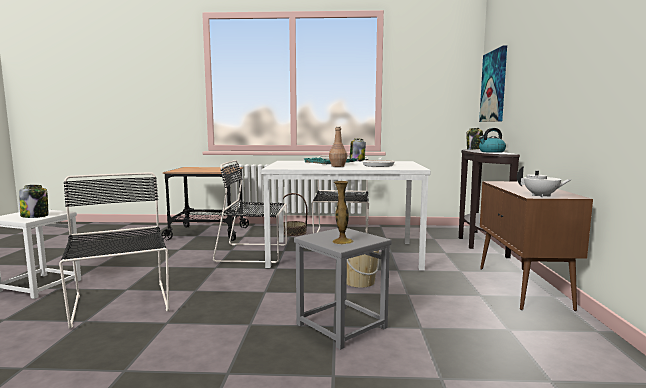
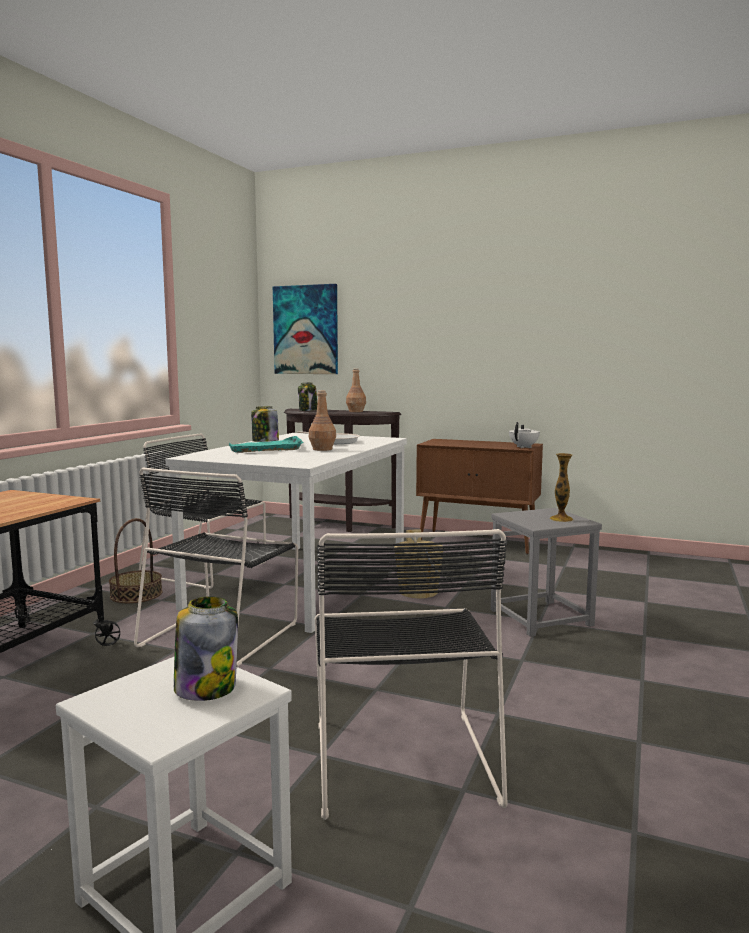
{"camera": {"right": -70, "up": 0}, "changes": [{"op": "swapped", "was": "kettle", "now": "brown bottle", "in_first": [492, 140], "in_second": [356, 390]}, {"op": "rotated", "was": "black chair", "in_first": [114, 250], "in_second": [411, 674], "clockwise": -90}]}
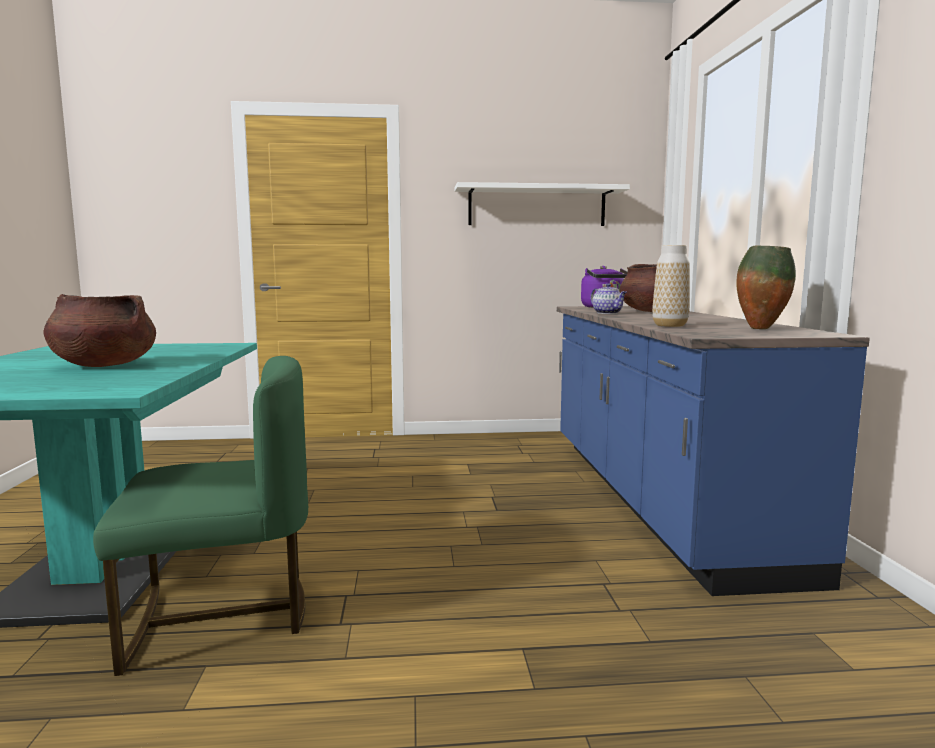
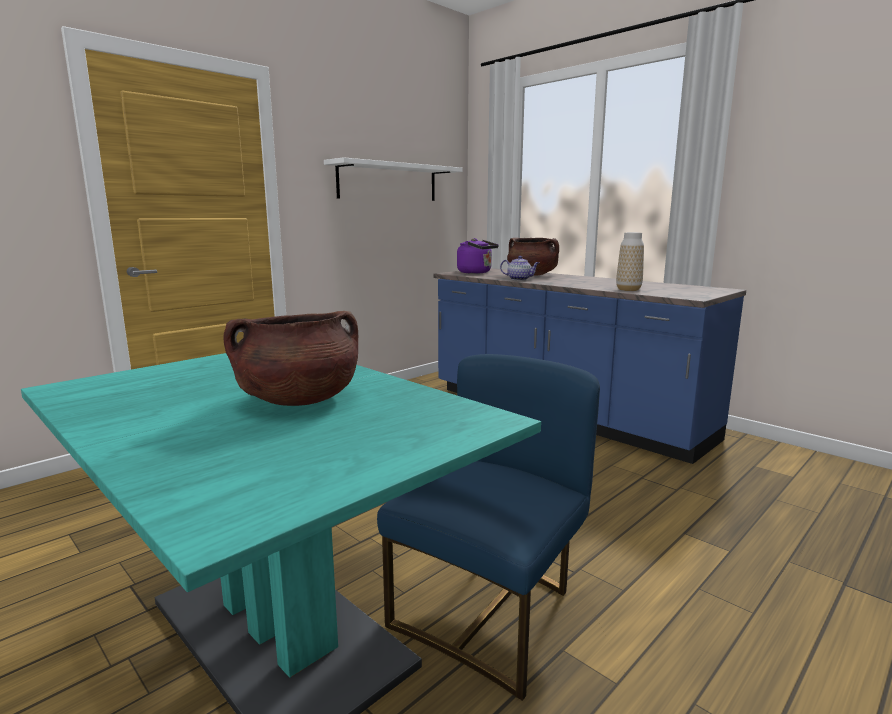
{"camera": {"right": -40, "up": 5}, "changes": [{"op": "gone", "was": "vase", "in_first": [766, 287]}, {"op": "repainted", "was": "green chair", "now": "blue chair", "in_first": [200, 516], "in_second": [488, 527]}]}
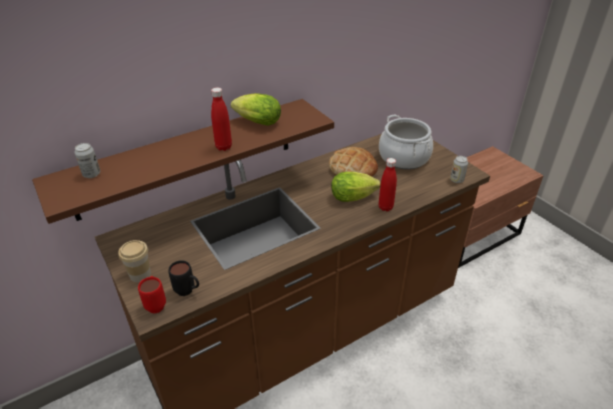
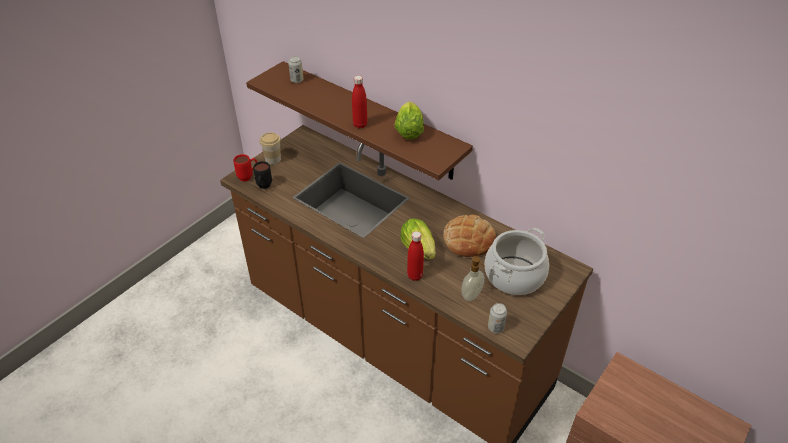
{"camera": {"right": 70, "up": 5}, "changes": [{"op": "new", "now": "soap dispenser", "in_second": [473, 278]}]}
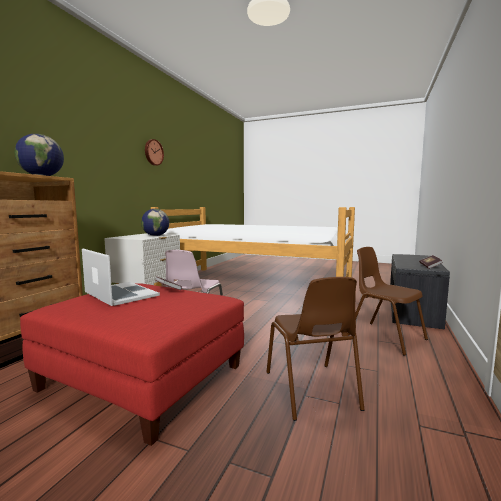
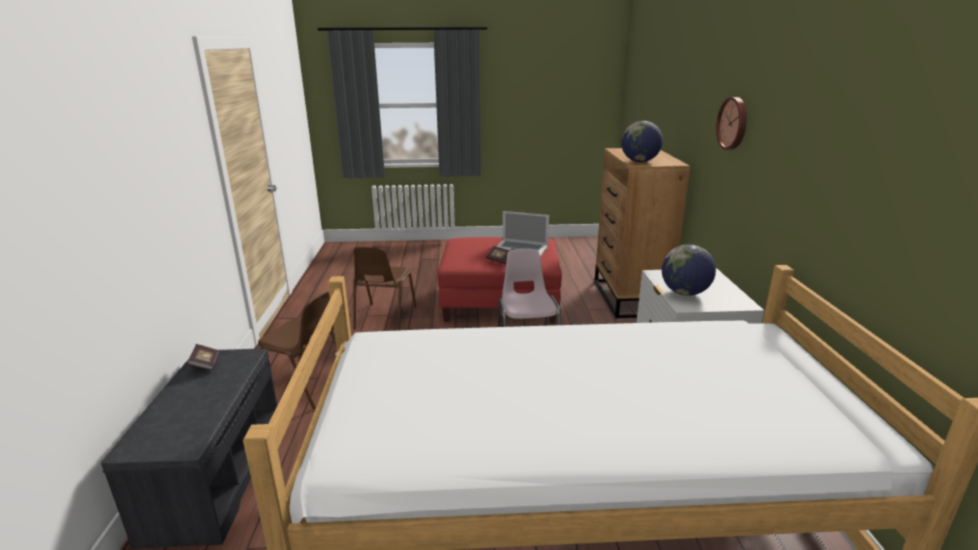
{"camera": {"right": 155, "up": 15}, "changes": [{"op": "shifted", "was": "wall clock", "in_first": [154, 152], "in_second": [731, 123]}, {"op": "rotated", "was": "brown chair", "in_first": [315, 349], "in_second": [385, 289], "clockwise": -135}]}
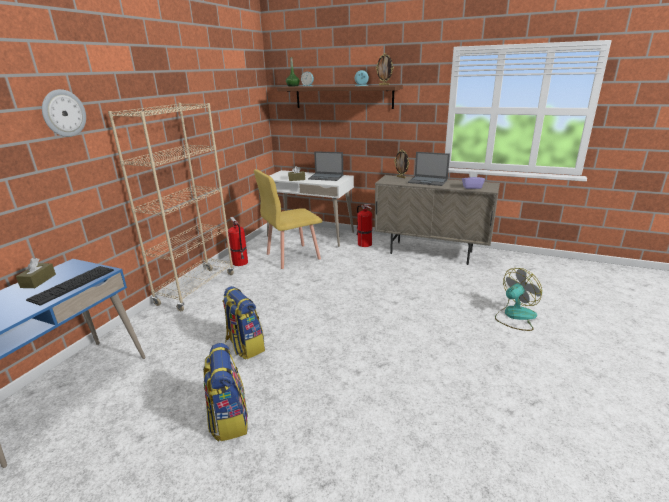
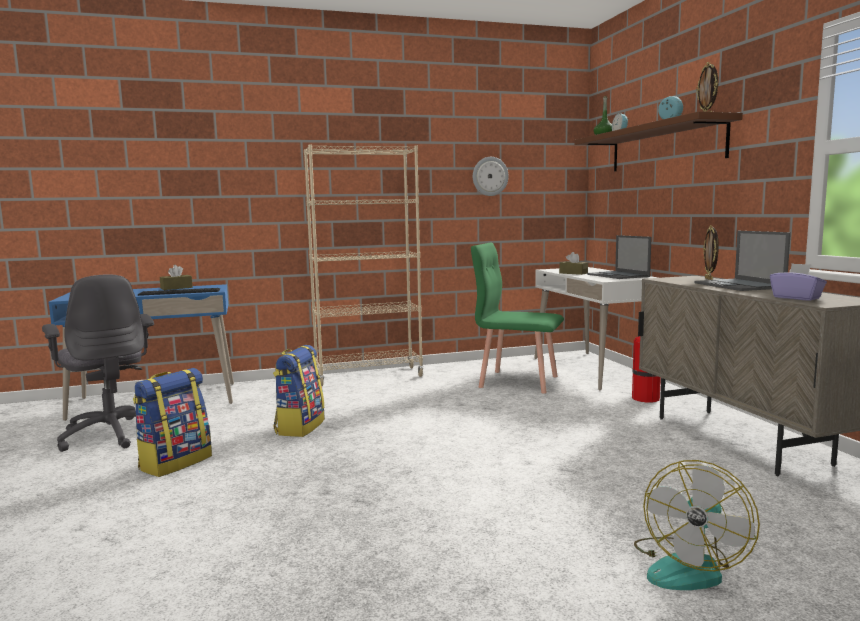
{"camera": {"right": 50, "up": -15}, "changes": [{"op": "shifted", "was": "wall clock", "in_first": [64, 113], "in_second": [491, 176]}, {"op": "repainted", "was": "yellow chair", "now": "green chair", "in_first": [288, 219], "in_second": [517, 318]}, {"op": "gone", "was": "fire extinguisher", "in_first": [238, 241]}, {"op": "rotated", "was": "fan", "in_first": [518, 299], "in_second": [697, 525], "clockwise": 105}, {"op": "new", "now": "grey office chair", "in_second": [98, 363]}]}
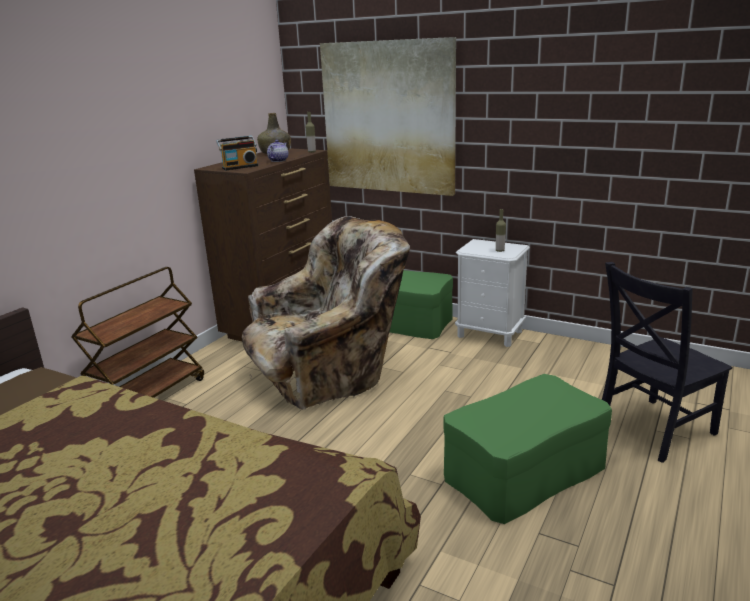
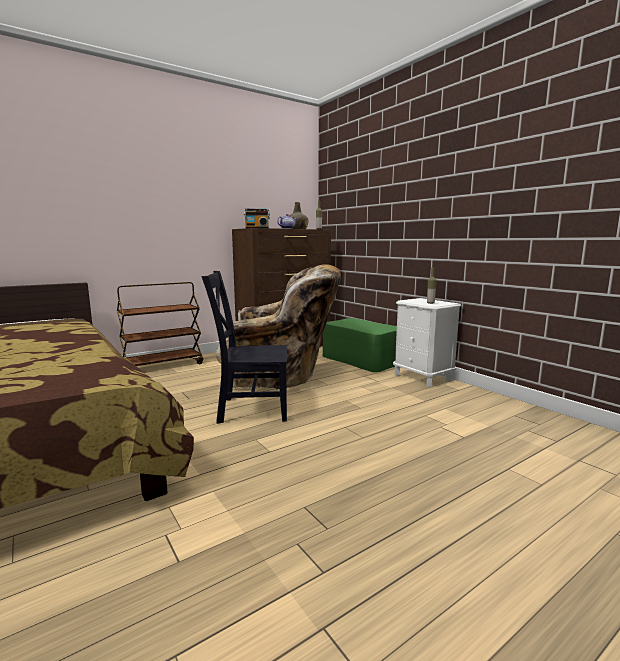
{"camera": {"right": 25, "up": -10}, "changes": [{"op": "gone", "was": "picture", "in_first": [388, 116]}, {"op": "shifted", "was": "black chair", "in_first": [667, 362], "in_second": [244, 347]}, {"op": "gone", "was": "green ottoman", "in_first": [527, 449]}]}
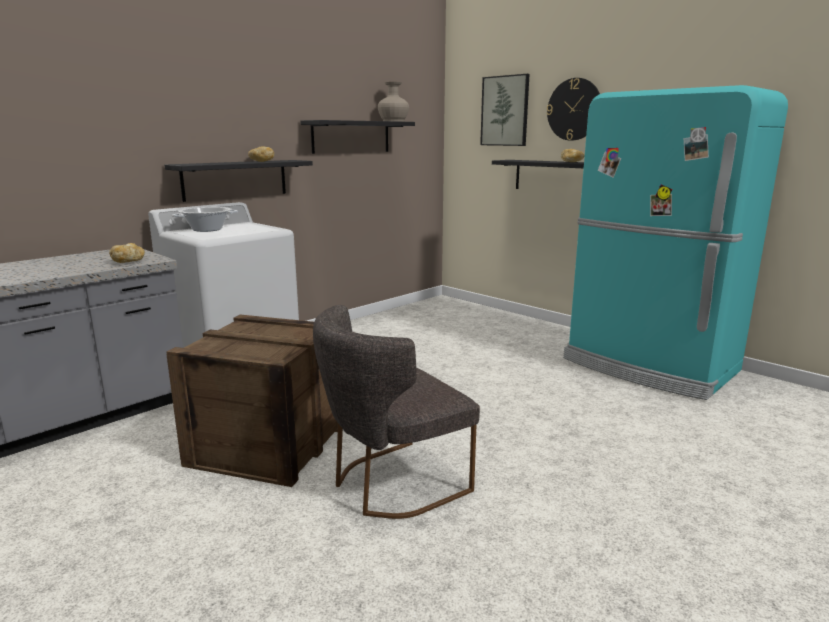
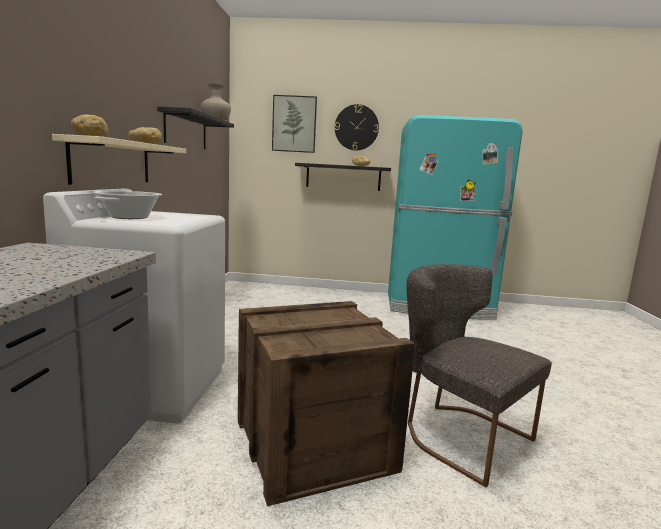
{"camera": {"right": -40, "up": -5}, "changes": [{"op": "repainted", "was": "black shelf", "now": "beige shelf", "in_first": [238, 181], "in_second": [119, 159]}, {"op": "shifted", "was": "bread", "in_first": [127, 253], "in_second": [90, 125]}, {"op": "rotated", "was": "grey chair", "in_first": [396, 412], "in_second": [479, 375], "clockwise": 120}]}
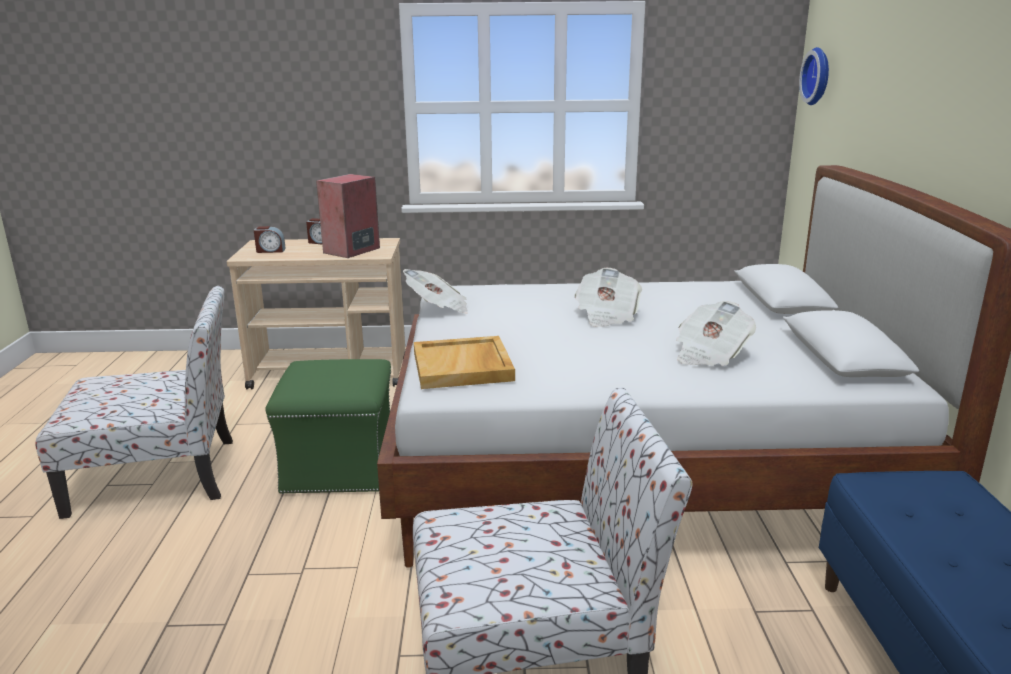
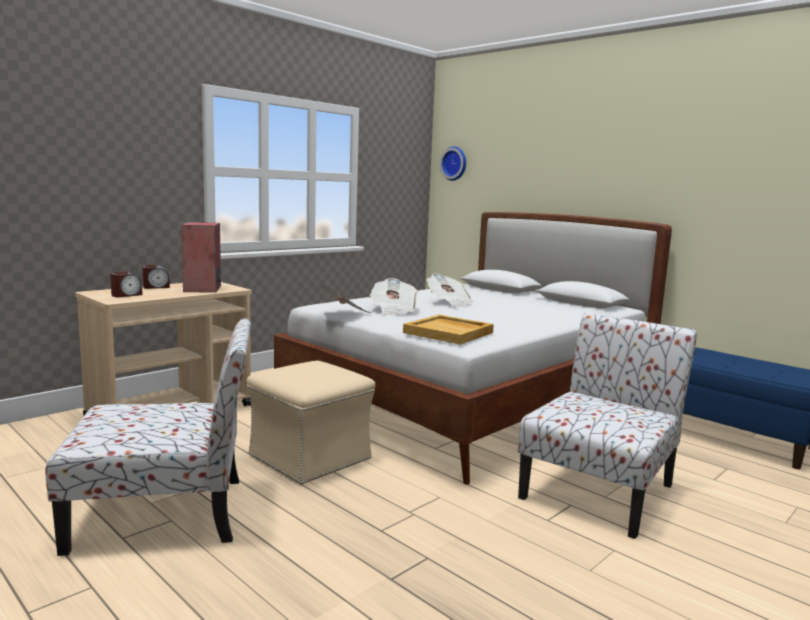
{"camera": {"right": -45, "up": -10}, "changes": [{"op": "rotated", "was": "chair", "in_first": [134, 402], "in_second": [148, 437], "clockwise": 45}, {"op": "shifted", "was": "newspaper", "in_first": [716, 333], "in_second": [394, 297]}, {"op": "repainted", "was": "green ottoman", "now": "beige ottoman", "in_first": [328, 426], "in_second": [310, 423]}]}
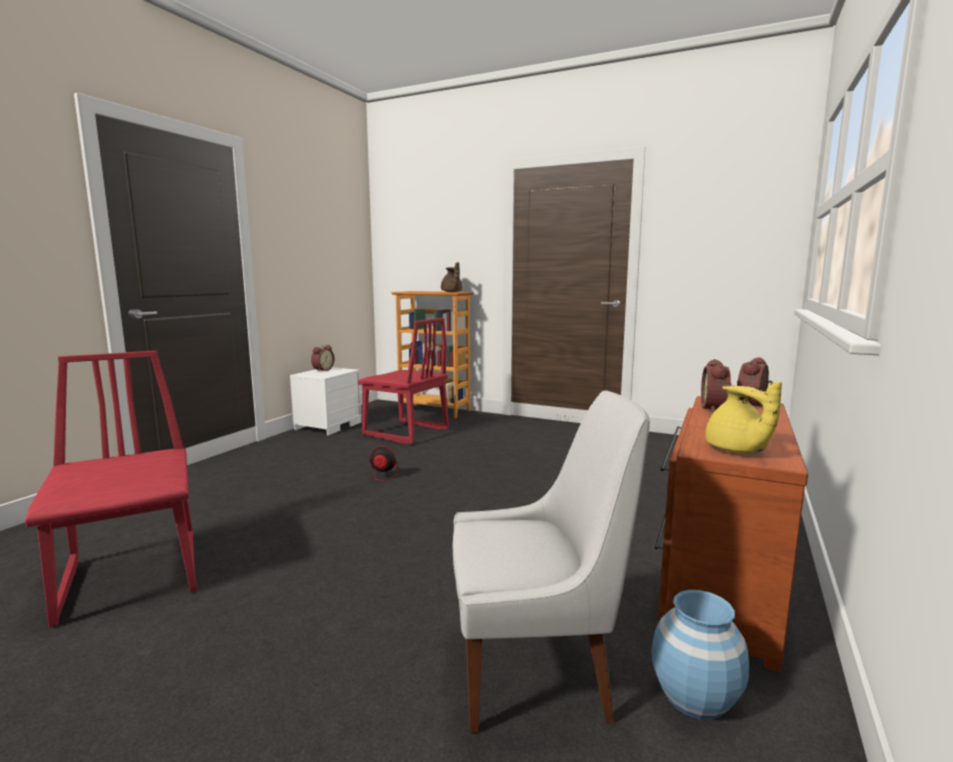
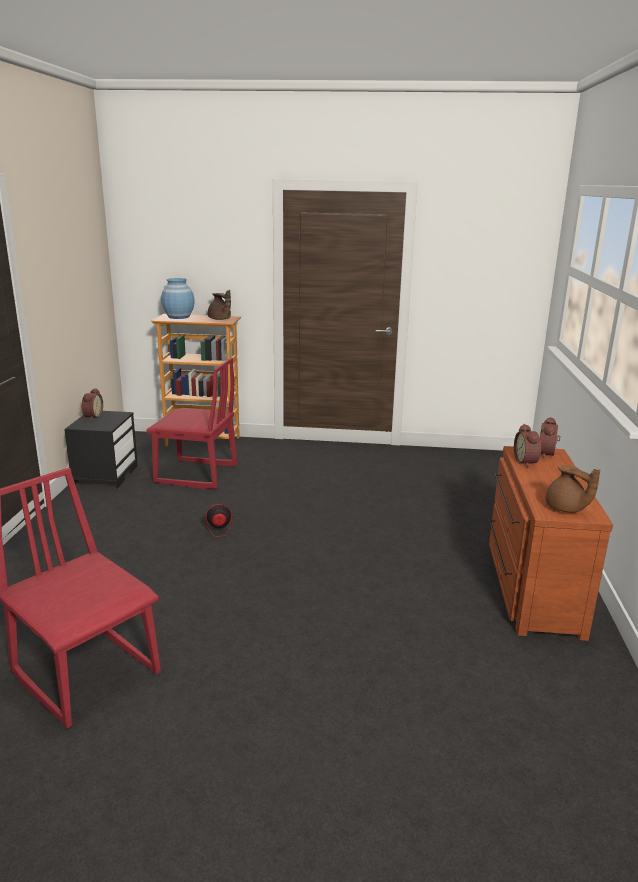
{"camera": {"right": -20, "up": 10}, "changes": [{"op": "repainted", "was": "white nightstand", "now": "black nightstand", "in_first": [326, 401], "in_second": [101, 450]}, {"op": "repainted", "was": "yellow teapot", "now": "brown teapot", "in_first": [743, 417], "in_second": [572, 488]}, {"op": "gone", "was": "white chair", "in_first": [551, 561]}, {"op": "shifted", "was": "blue vase", "in_first": [700, 655], "in_second": [178, 298]}]}
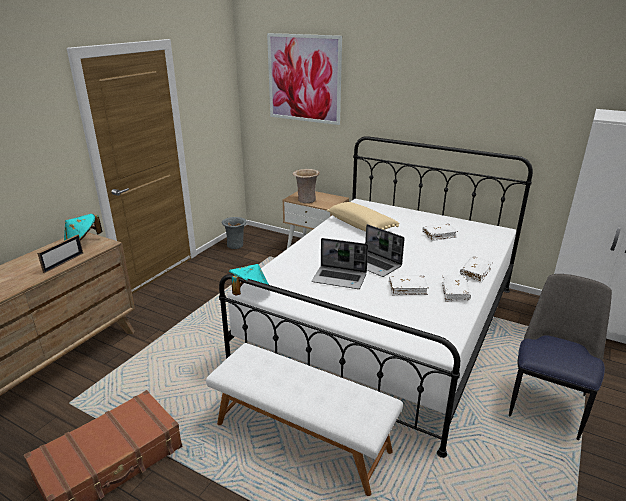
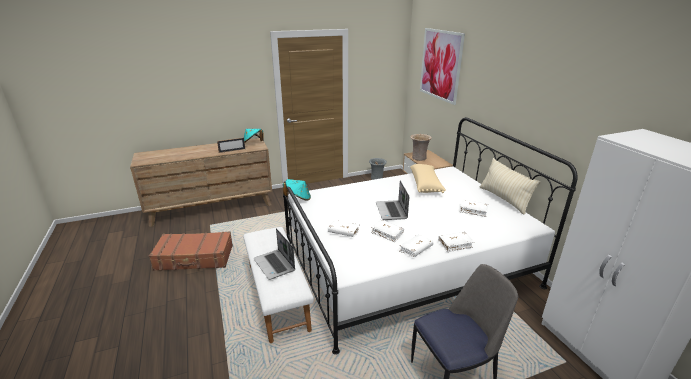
{"camera": {"right": 40, "up": 0}, "changes": [{"op": "shifted", "was": "laptop", "in_first": [340, 263], "in_second": [274, 254]}, {"op": "new", "now": "beige pillow", "in_second": [510, 186]}, {"op": "new", "now": "white book", "in_second": [344, 228]}]}
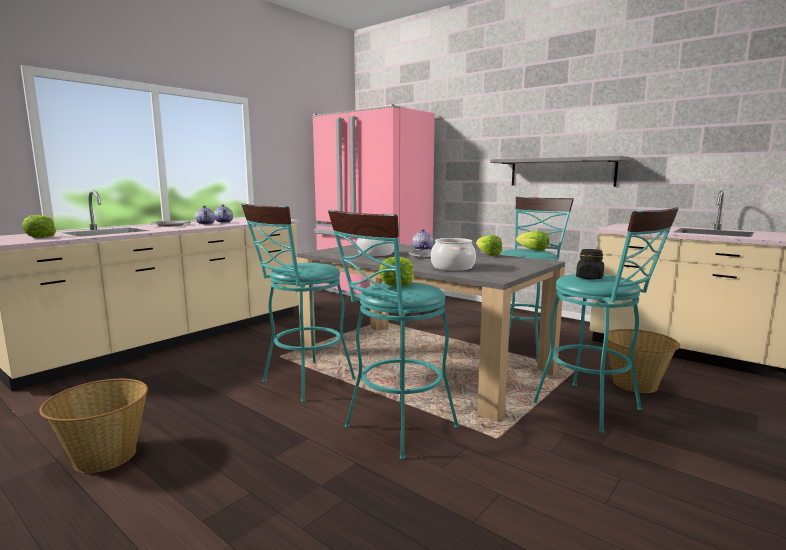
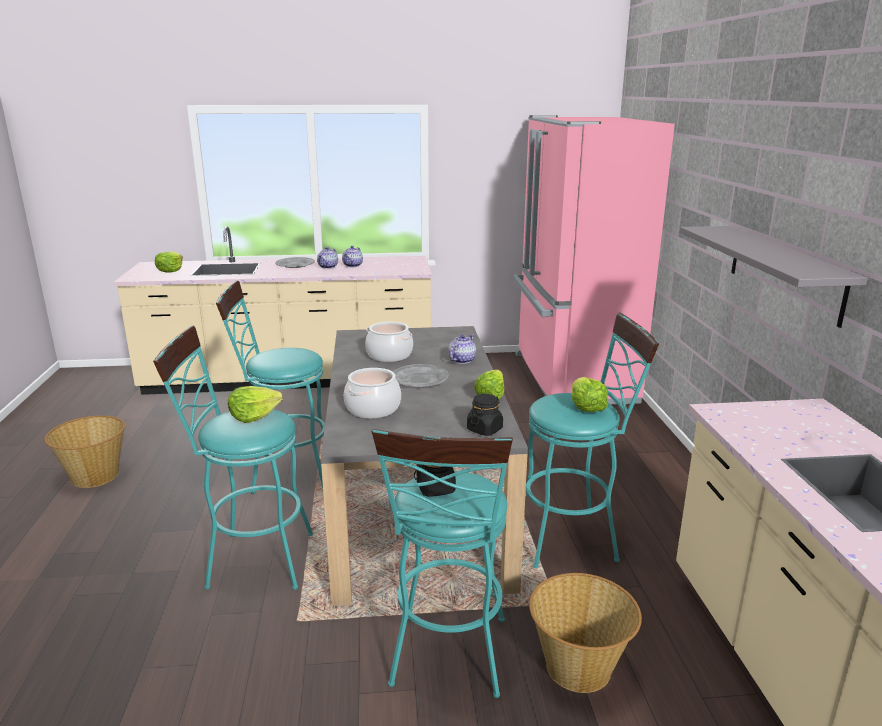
{"camera": {"right": 45, "up": 10}, "changes": [{"op": "new", "now": "black jar", "in_second": [485, 415]}]}
